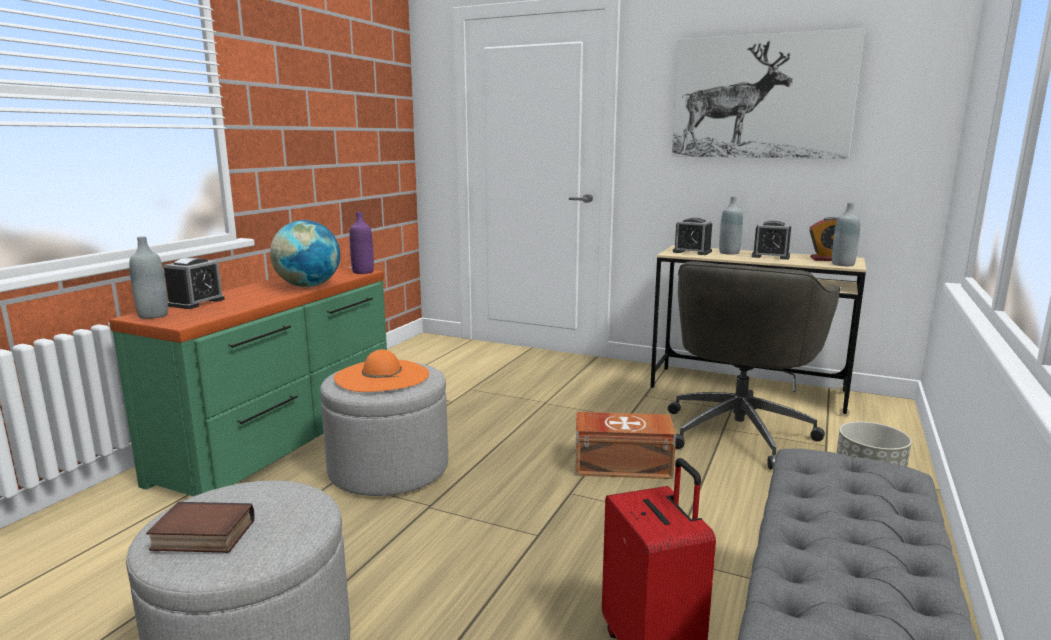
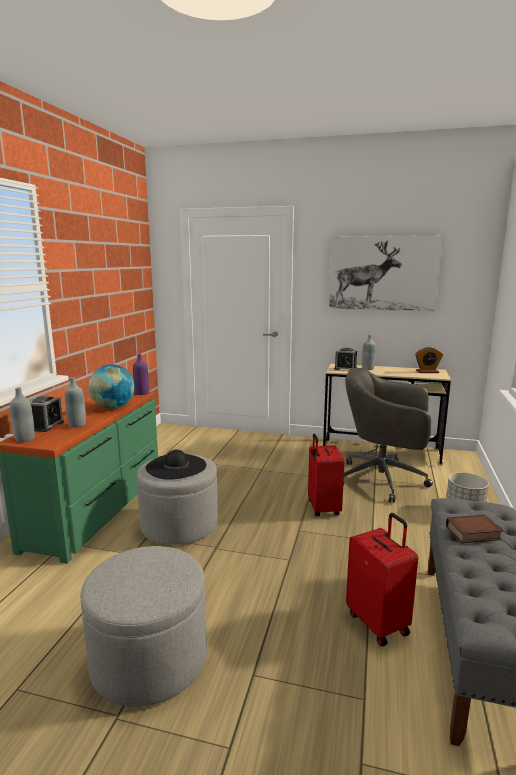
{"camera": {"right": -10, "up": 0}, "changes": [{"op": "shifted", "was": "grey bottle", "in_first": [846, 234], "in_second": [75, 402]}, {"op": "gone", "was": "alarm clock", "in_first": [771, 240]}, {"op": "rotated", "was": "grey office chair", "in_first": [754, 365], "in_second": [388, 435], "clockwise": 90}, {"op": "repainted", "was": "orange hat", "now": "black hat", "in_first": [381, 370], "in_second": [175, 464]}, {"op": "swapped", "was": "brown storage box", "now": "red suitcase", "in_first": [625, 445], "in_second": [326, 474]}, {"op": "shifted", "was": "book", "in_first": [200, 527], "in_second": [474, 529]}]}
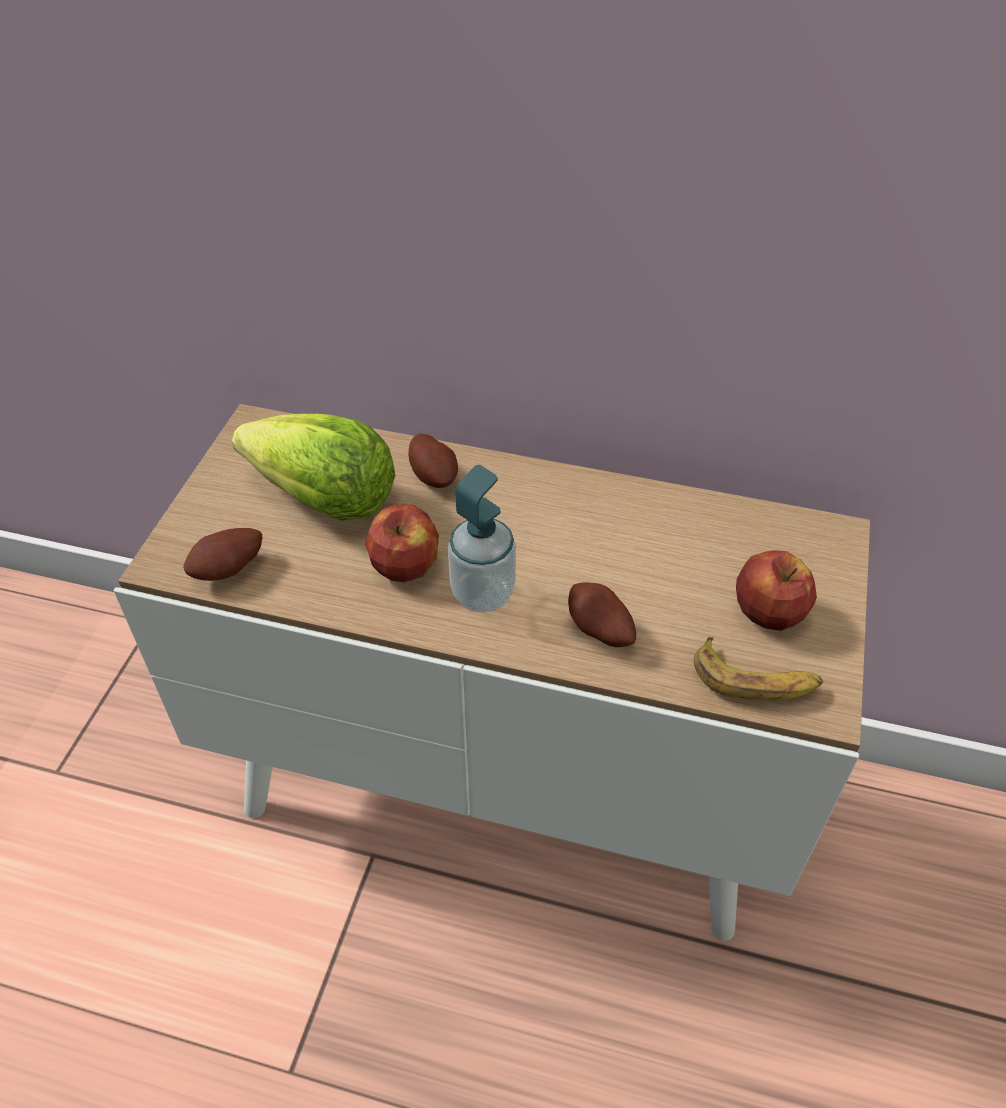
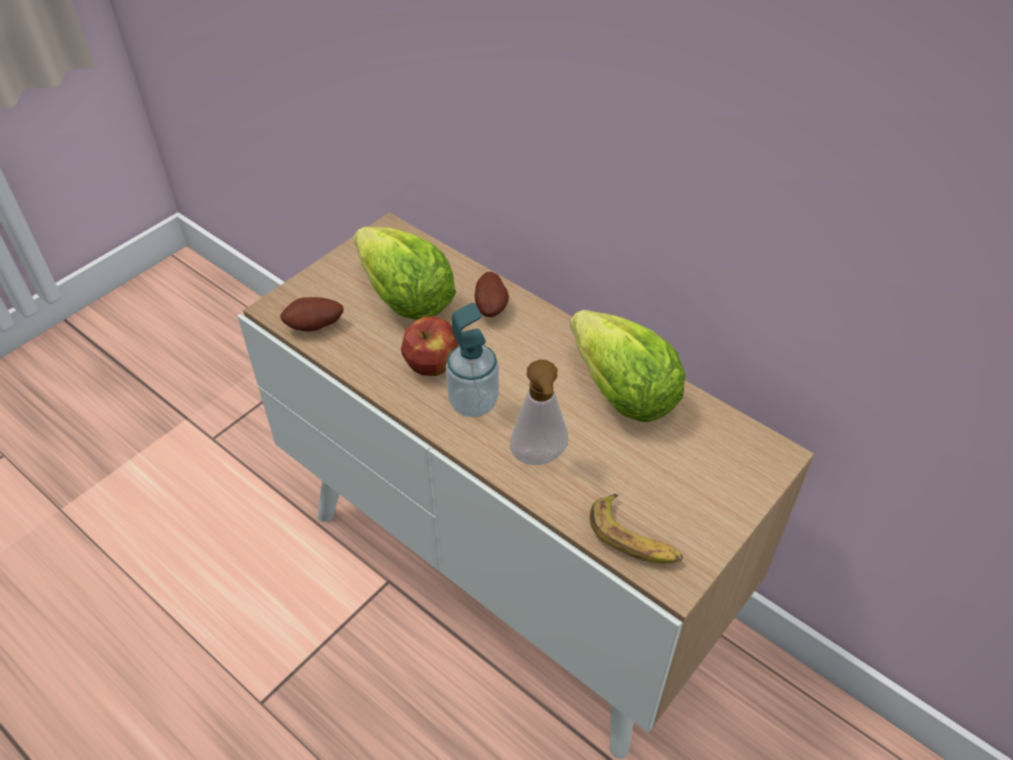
{"camera": {"right": 25, "up": 0}, "changes": [{"op": "gone", "was": "apple", "in_first": [776, 590]}, {"op": "swapped", "was": "potato", "now": "soap dispenser", "in_first": [602, 614], "in_second": [539, 412]}, {"op": "new", "now": "lettuce", "in_second": [628, 366]}]}
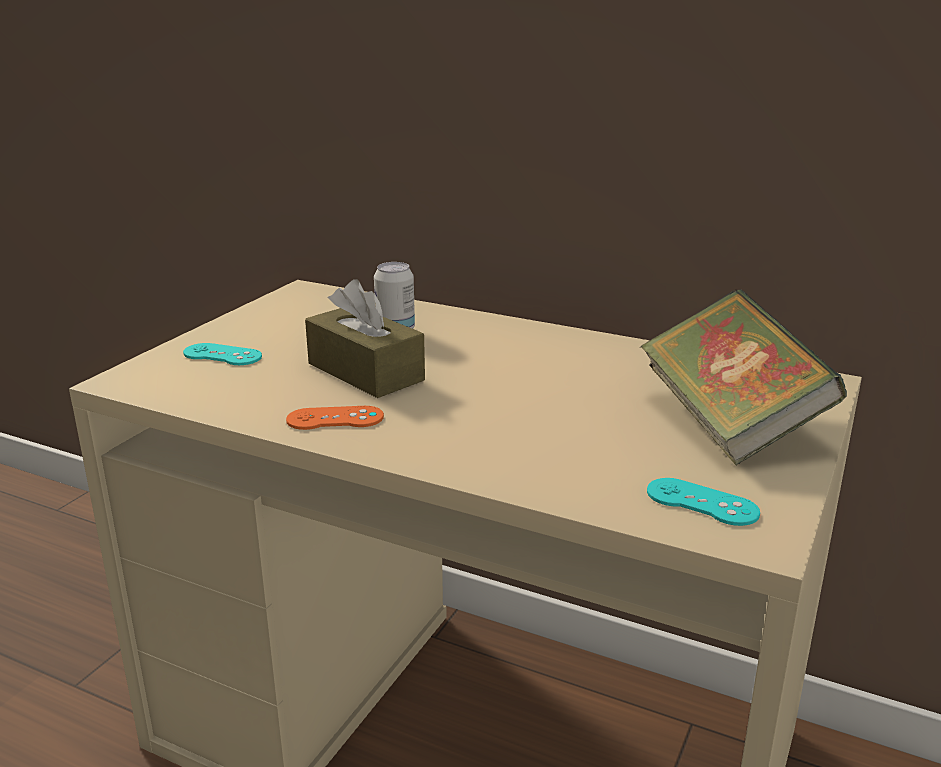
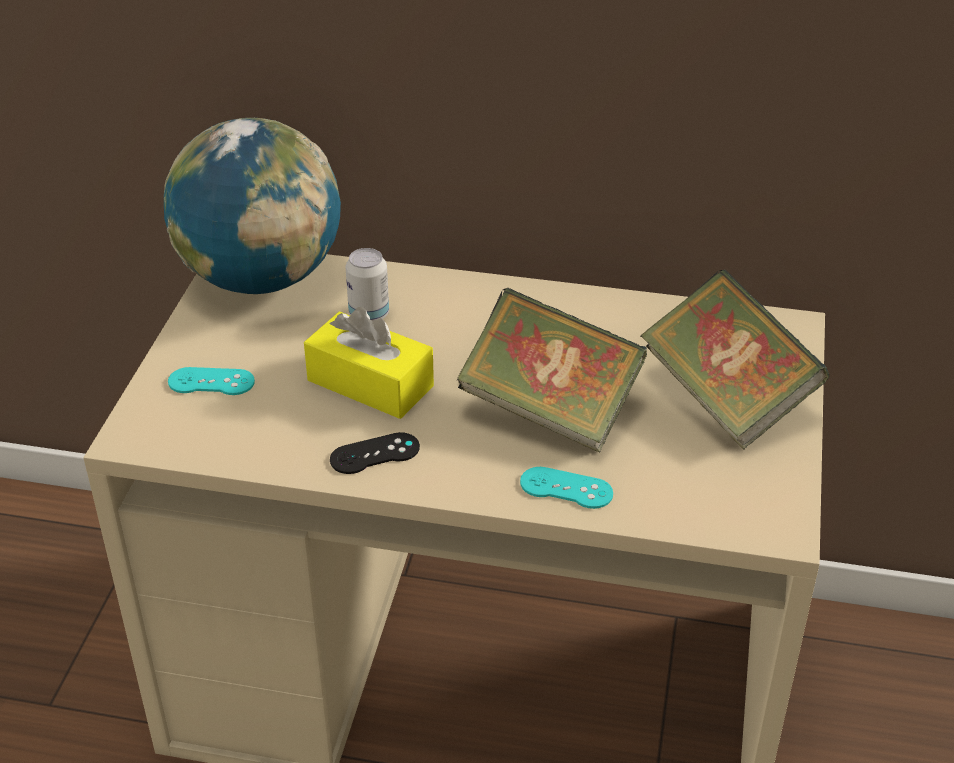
{"camera": {"right": -15, "up": 15}, "changes": [{"op": "repainted", "was": "brown tissue box", "now": "yellow tissue box", "in_first": [365, 338], "in_second": [369, 363]}, {"op": "repainted", "was": "orange game controller", "now": "black game controller", "in_first": [335, 418], "in_second": [375, 453]}, {"op": "shifted", "was": "turquoise game controller", "in_first": [703, 502], "in_second": [566, 488]}, {"op": "new", "now": "globe", "in_second": [252, 206]}, {"op": "new", "now": "book", "in_second": [552, 370]}]}
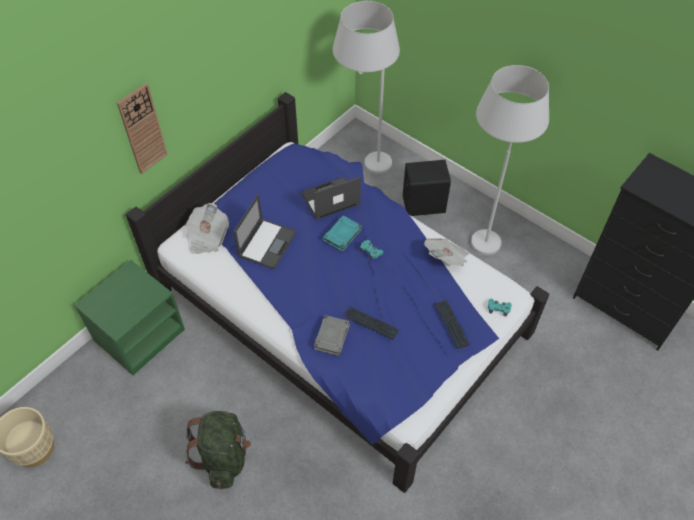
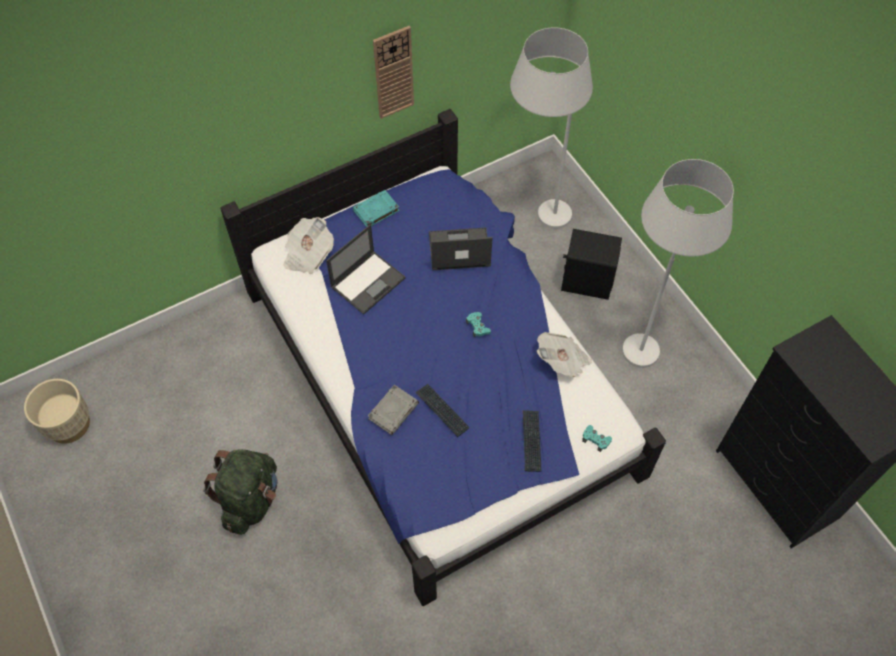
{"camera": {"right": 20, "up": 5}, "changes": [{"op": "shifted", "was": "wall clock", "in_first": [142, 128], "in_second": [393, 72]}, {"op": "shifted", "was": "turquoise book", "in_first": [342, 234], "in_second": [376, 208]}, {"op": "gone", "was": "green nightstand", "in_first": [129, 317]}]}
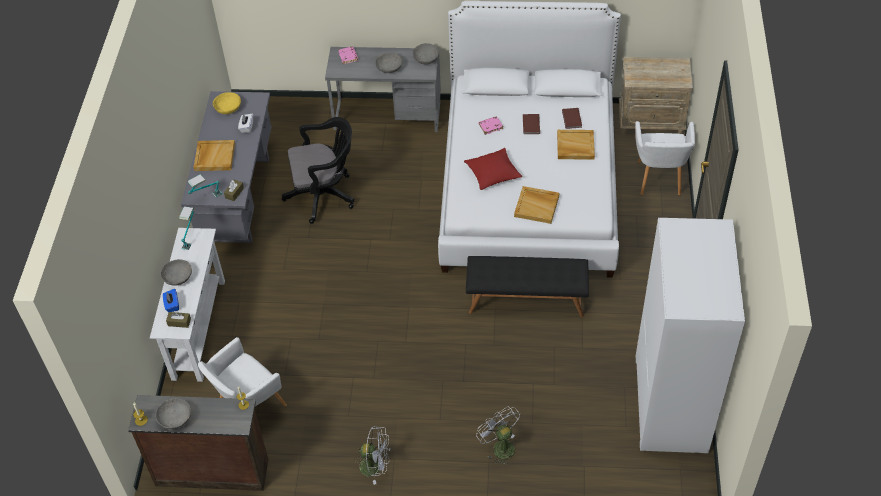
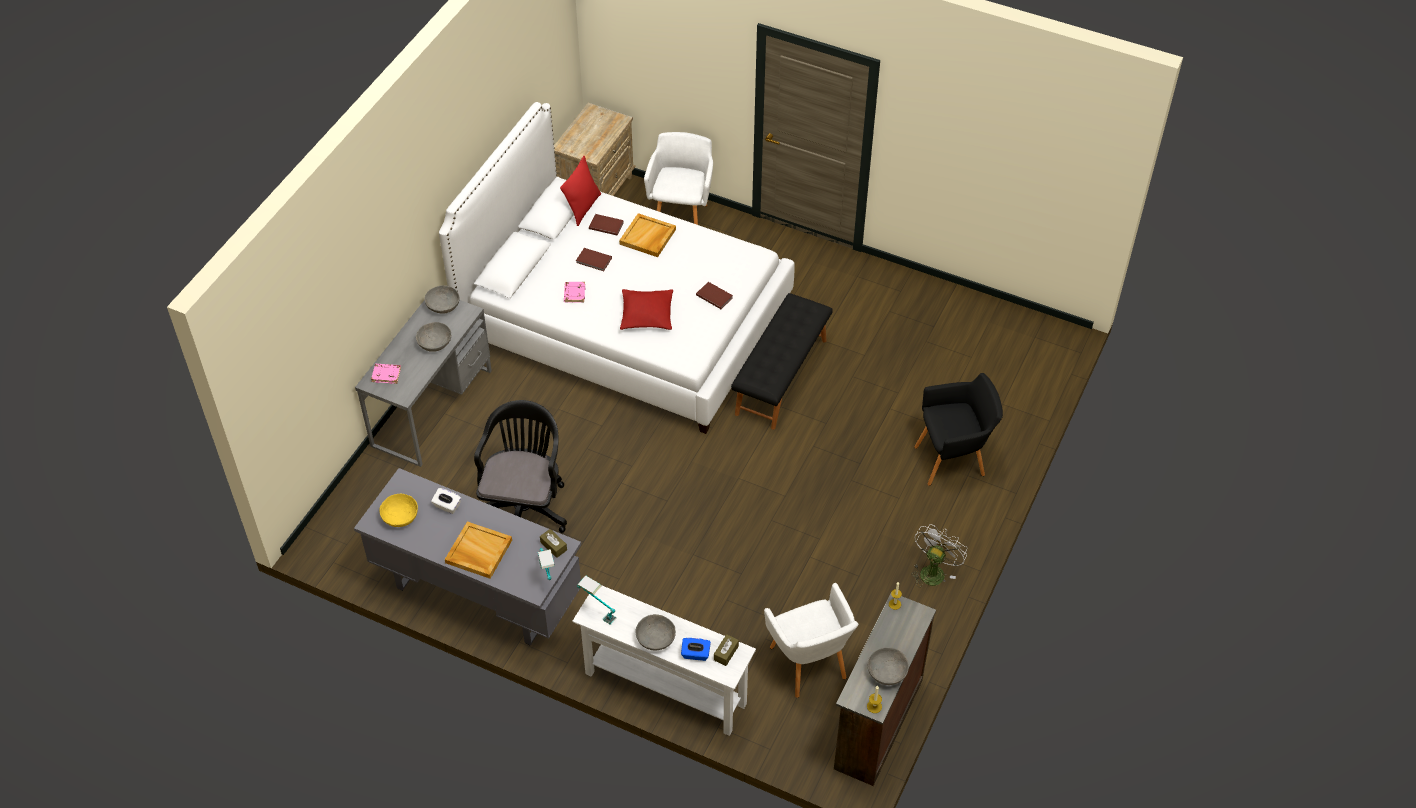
{"camera": {"right": -70, "up": 0}, "changes": [{"op": "rotated", "was": "white armchair", "in_first": [665, 158], "in_second": [678, 178], "clockwise": -105}, {"op": "swapped", "was": "beige tray", "now": "brown book", "in_first": [536, 205], "in_second": [714, 295]}, {"op": "gone", "was": "white wardrobe", "in_first": [690, 335]}, {"op": "swapped", "was": "white fan", "now": "black armchair", "in_first": [498, 436], "in_second": [958, 429]}, {"op": "new", "now": "red pillow", "in_second": [580, 191]}]}
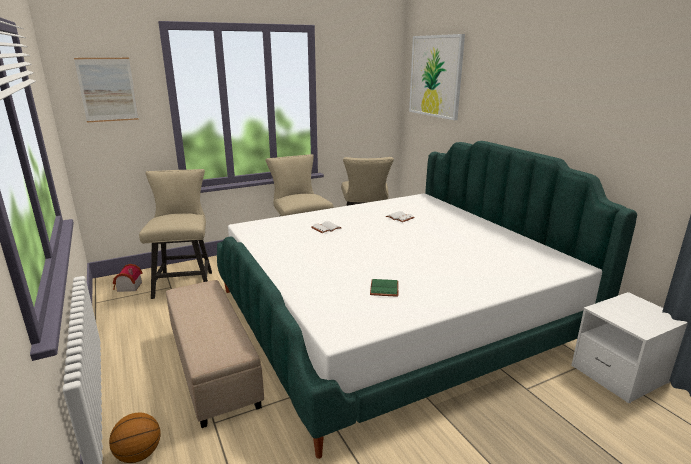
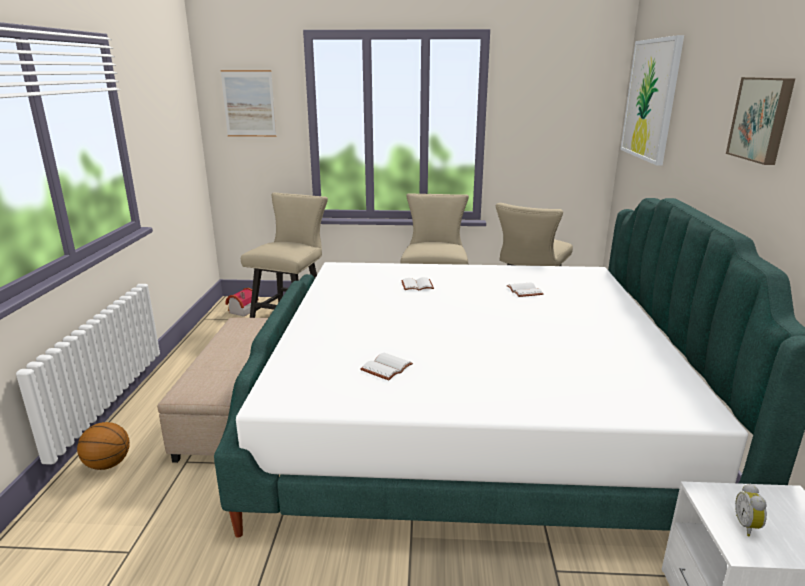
{"camera": {"right": 30, "up": 0}, "changes": [{"op": "repainted", "was": "green book", "now": "white book", "in_first": [384, 288], "in_second": [386, 366]}, {"op": "new", "now": "picture", "in_second": [760, 121]}, {"op": "new", "now": "alarm clock", "in_second": [751, 509]}]}
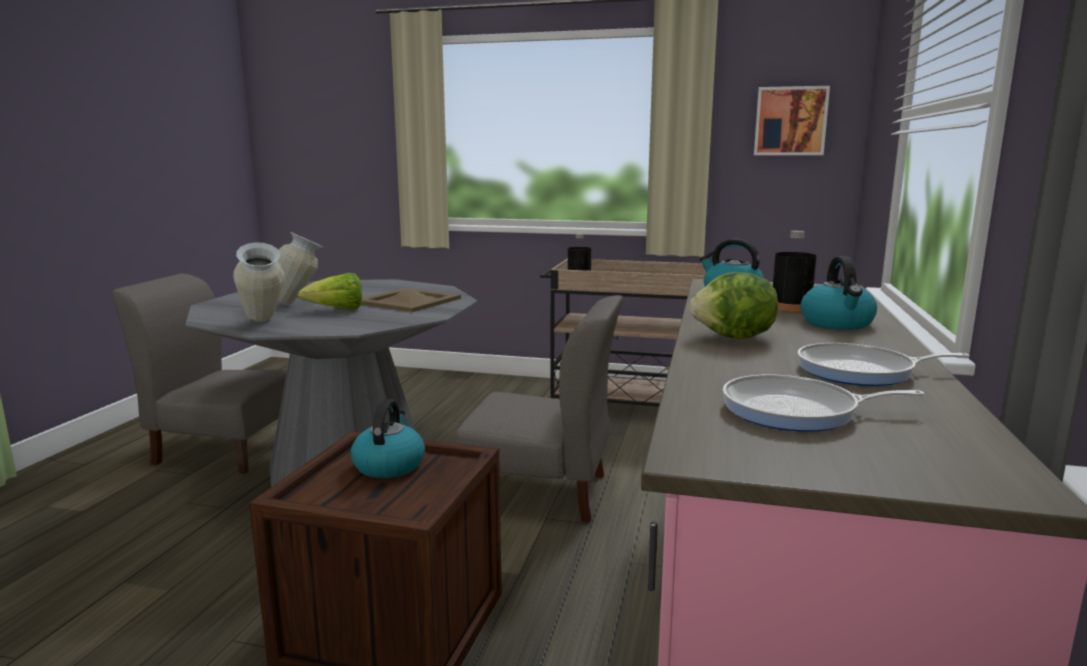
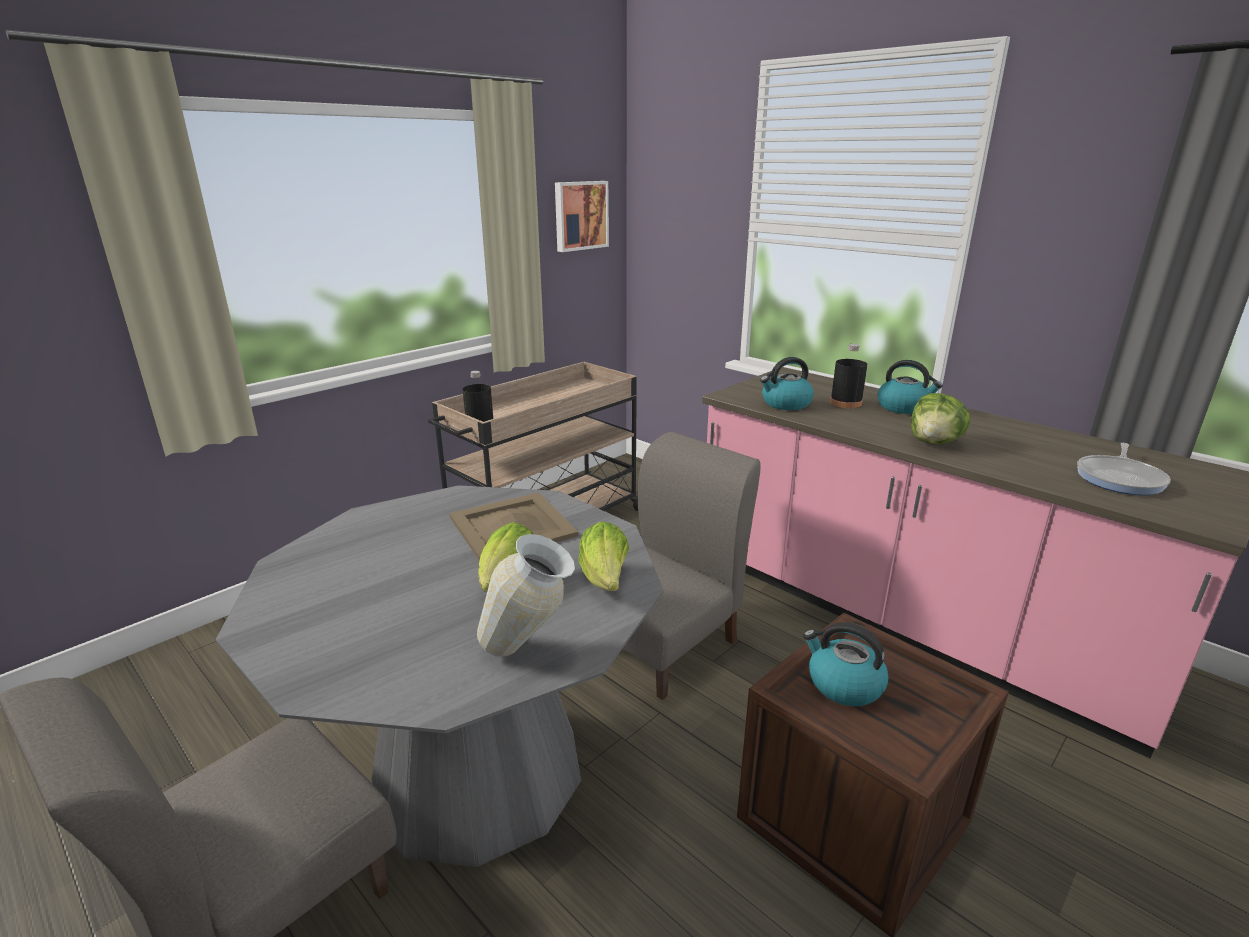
{"camera": {"right": -60, "up": 10}, "changes": [{"op": "gone", "was": "vase", "in_first": [300, 268]}, {"op": "gone", "was": "frying pan", "in_first": [884, 364]}, {"op": "new", "now": "lettuce", "in_second": [603, 556]}]}
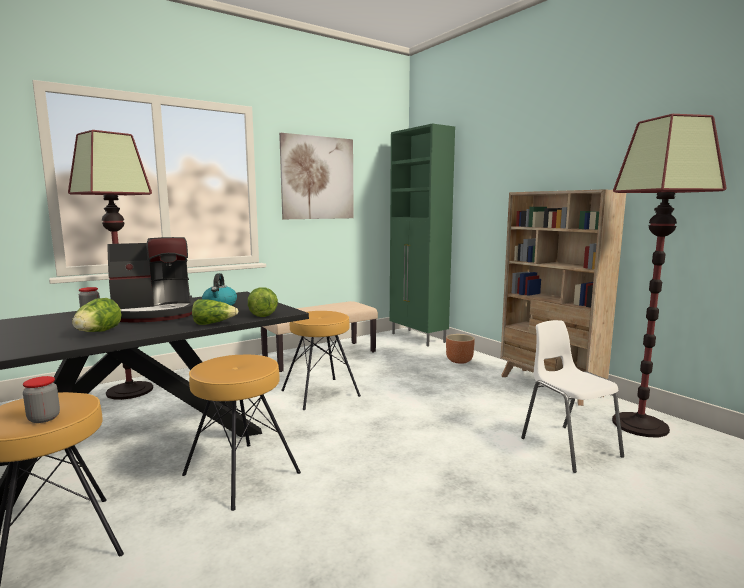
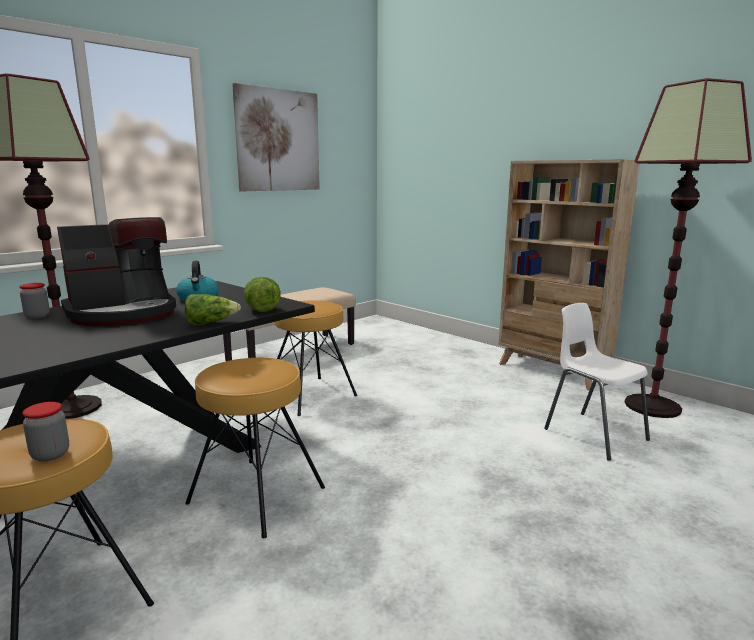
{"camera": {"right": -10, "up": 5}, "changes": [{"op": "gone", "was": "green cabinet", "in_first": [422, 235]}, {"op": "gone", "was": "lettuce", "in_first": [97, 315]}, {"op": "gone", "was": "brown planter", "in_first": [460, 349]}]}
